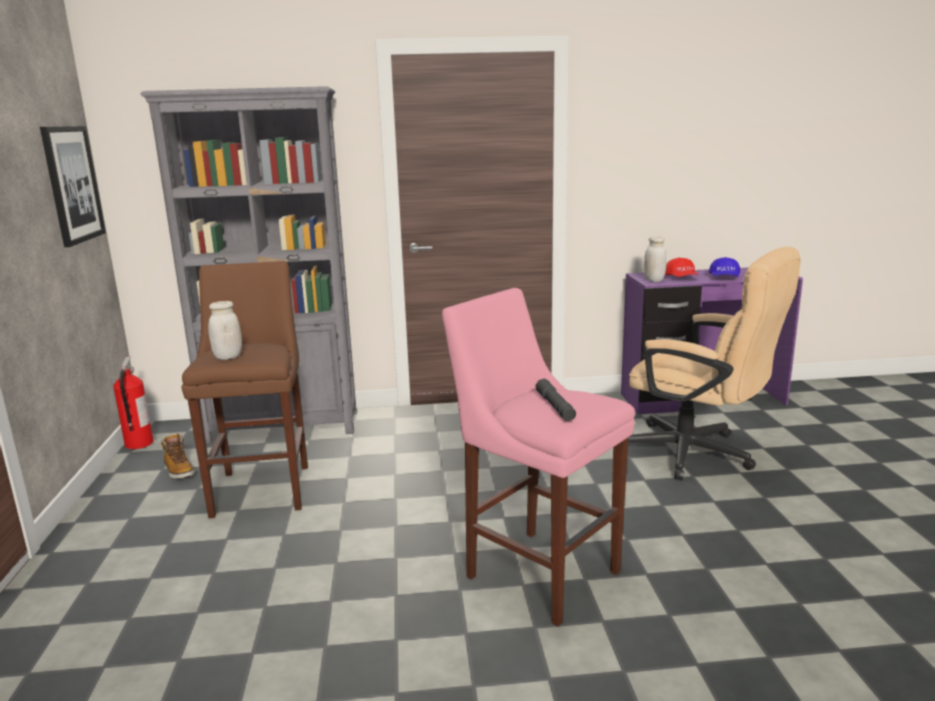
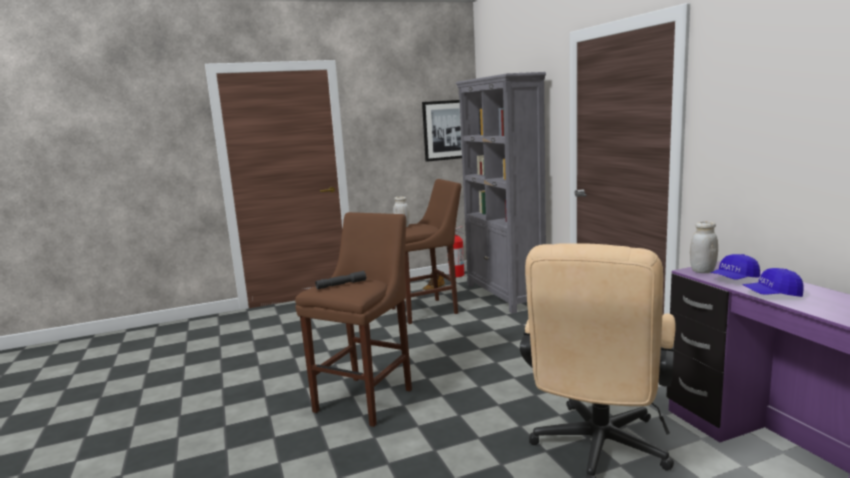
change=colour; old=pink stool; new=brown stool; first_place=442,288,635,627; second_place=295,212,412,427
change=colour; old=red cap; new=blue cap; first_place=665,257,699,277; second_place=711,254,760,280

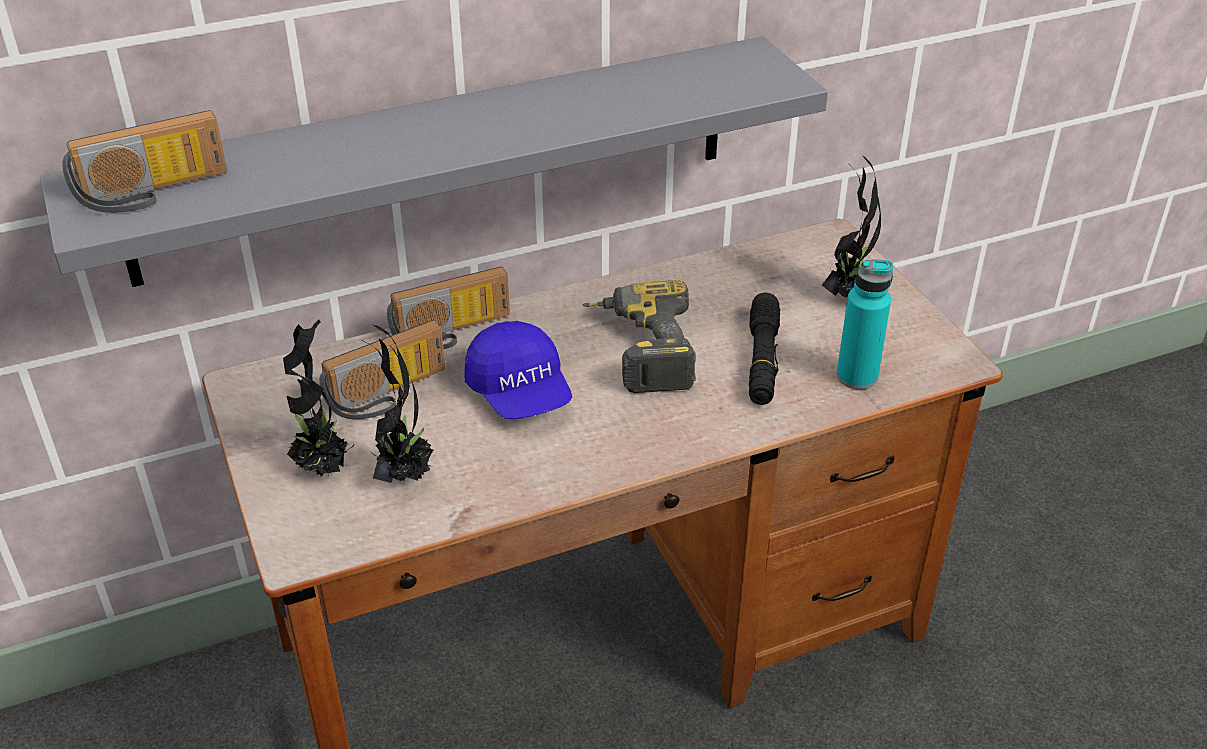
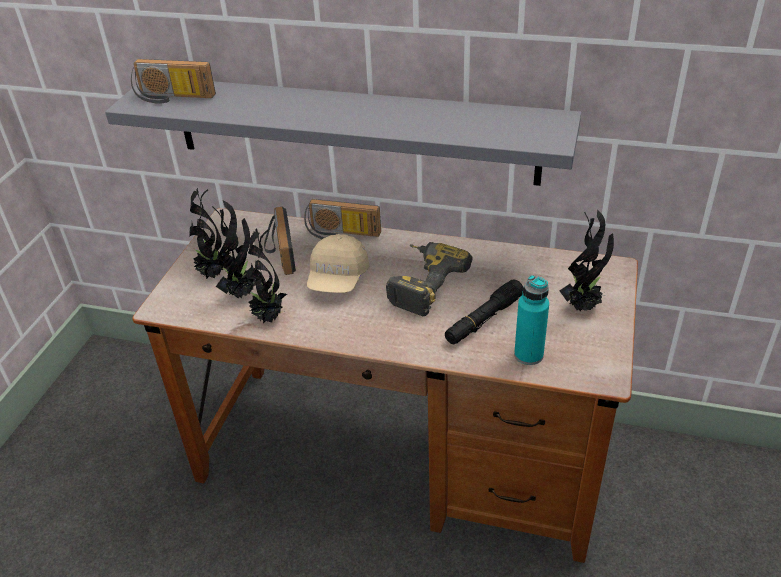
change=appeared; new=potted plant; second_place=247,228,287,324
change=colour; old=blue cap; new=beige cap; first_place=464,321,572,419; second_place=307,234,370,293
change=spun; old=radio; first_place=319,320,445,419; second_place=264,207,296,275; degrees=75

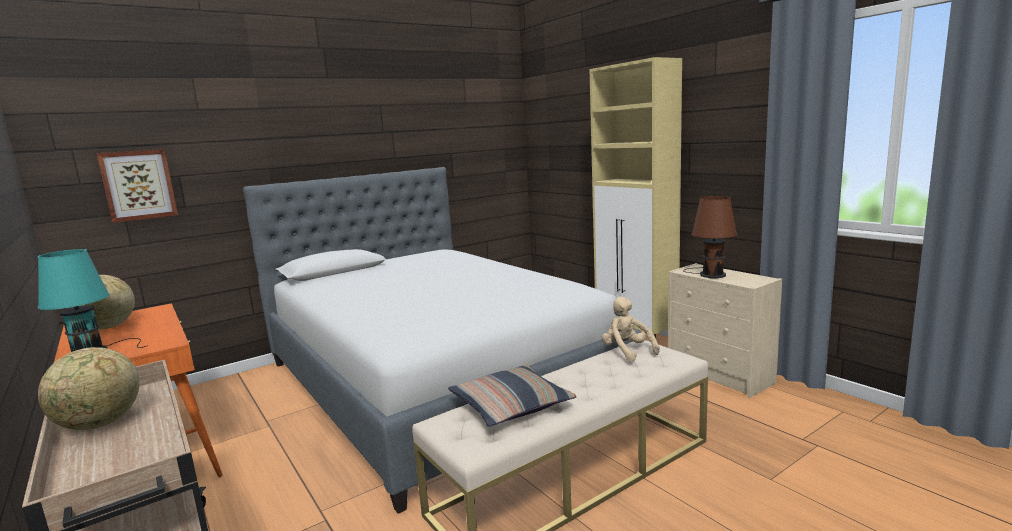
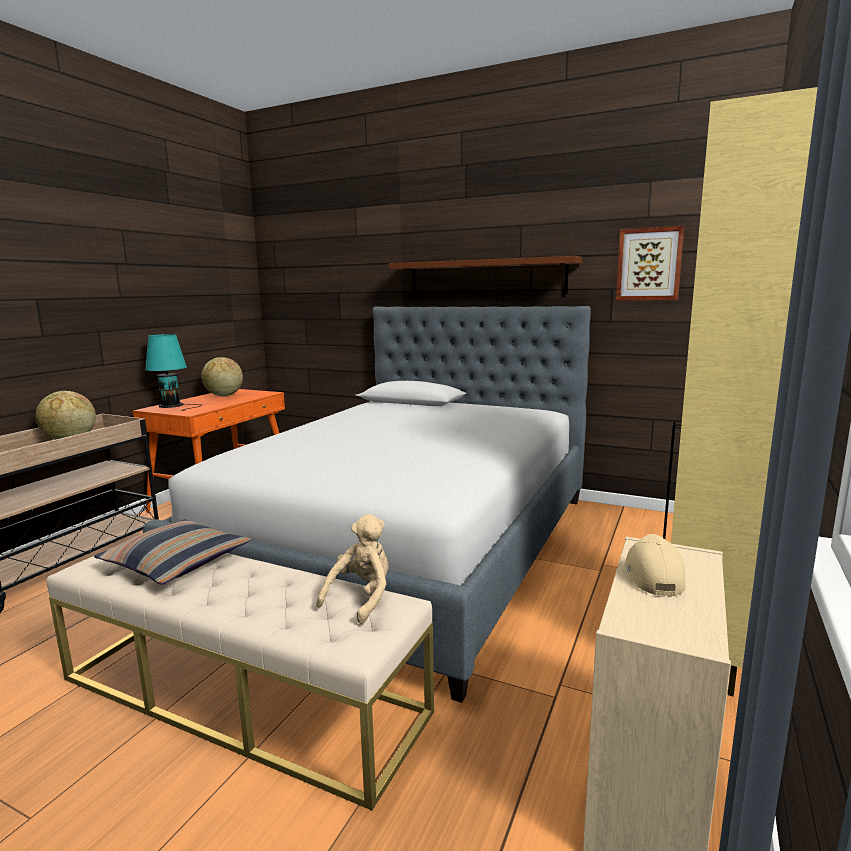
change=appeared; new=brown shelf; second_place=389,256,582,296
change=relocated; old=picture; first_place=96,149,178,223; second_place=616,226,684,301
change=exchanged; old=brown table lamp; new=beige cap; first_place=683,196,737,278; second_place=624,534,686,597

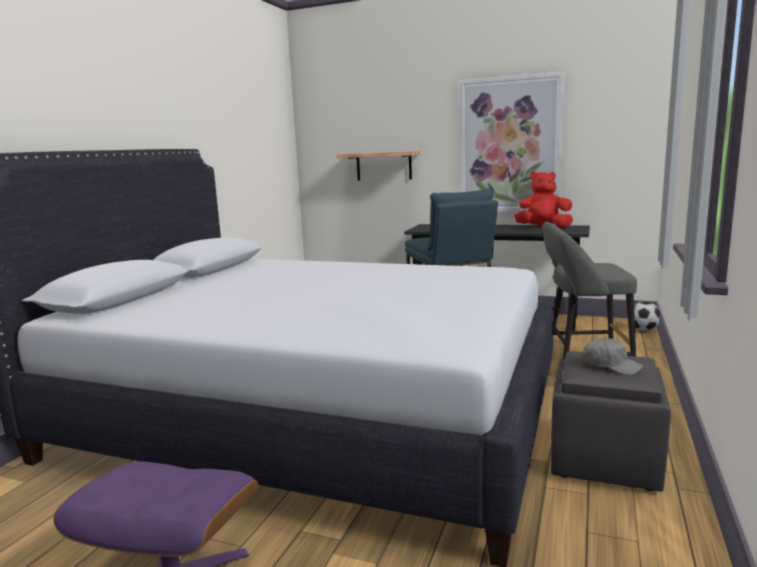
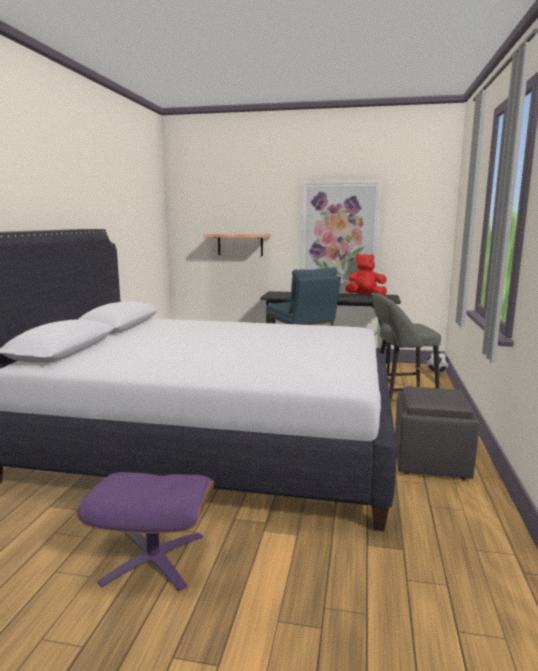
change=missing; old=grey cap; first_place=583,338,643,375

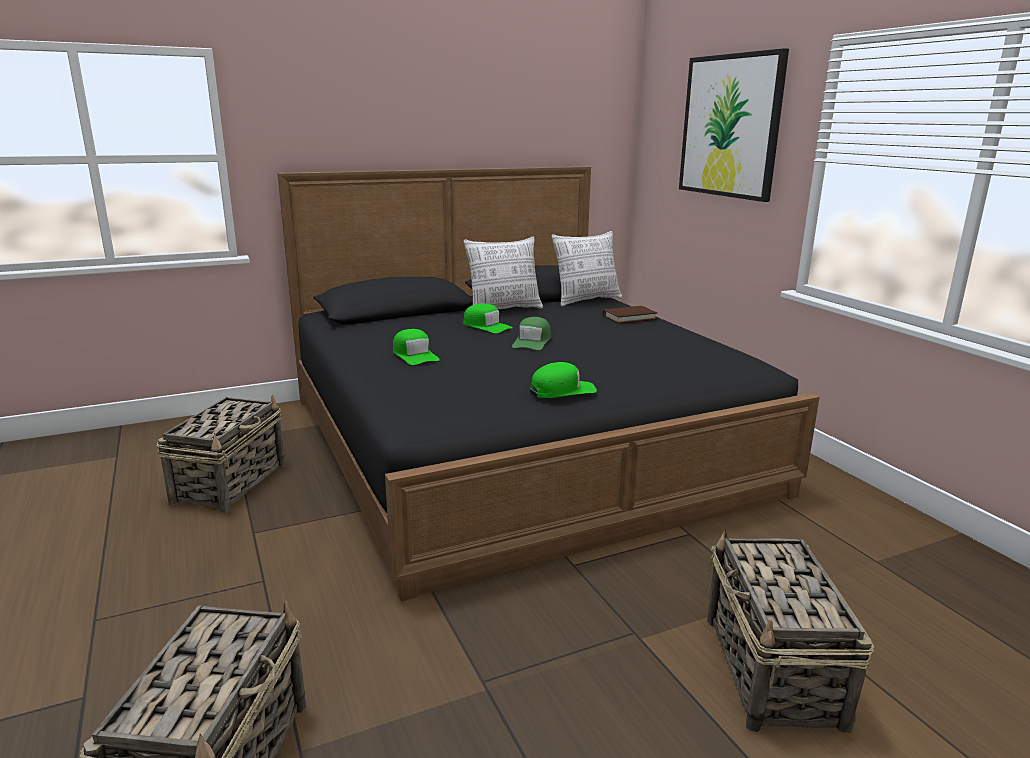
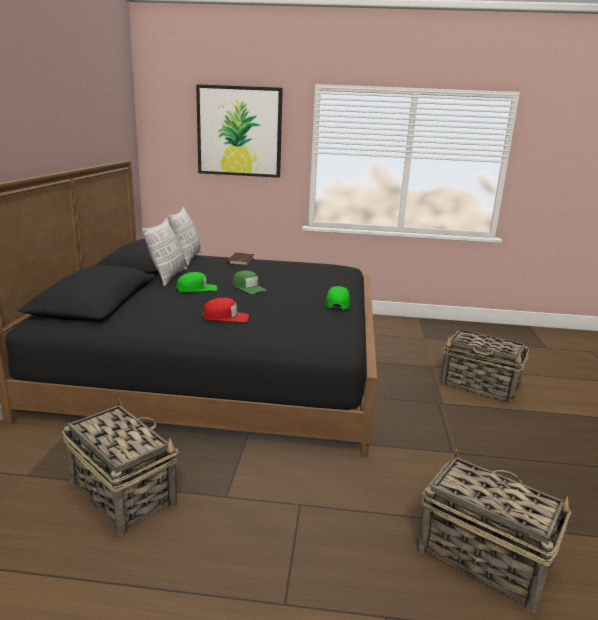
change=colour; old=green cap; new=red cap; first_place=393,329,440,365; second_place=202,298,249,322

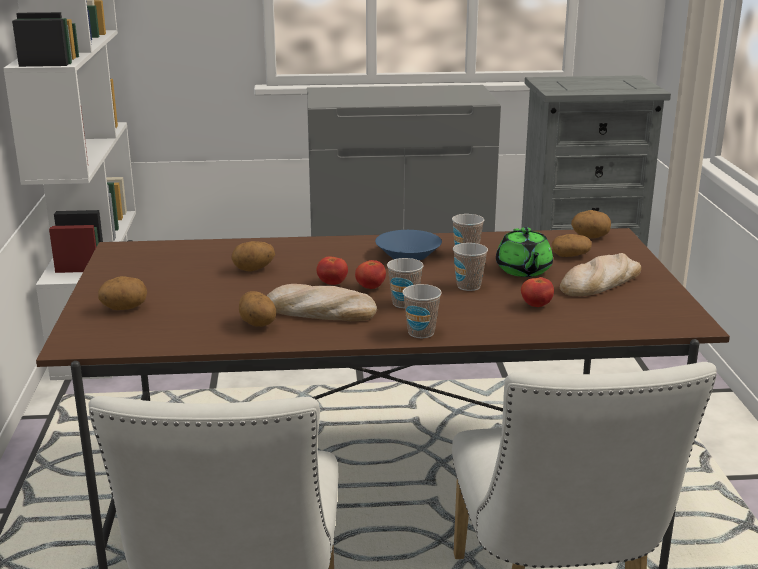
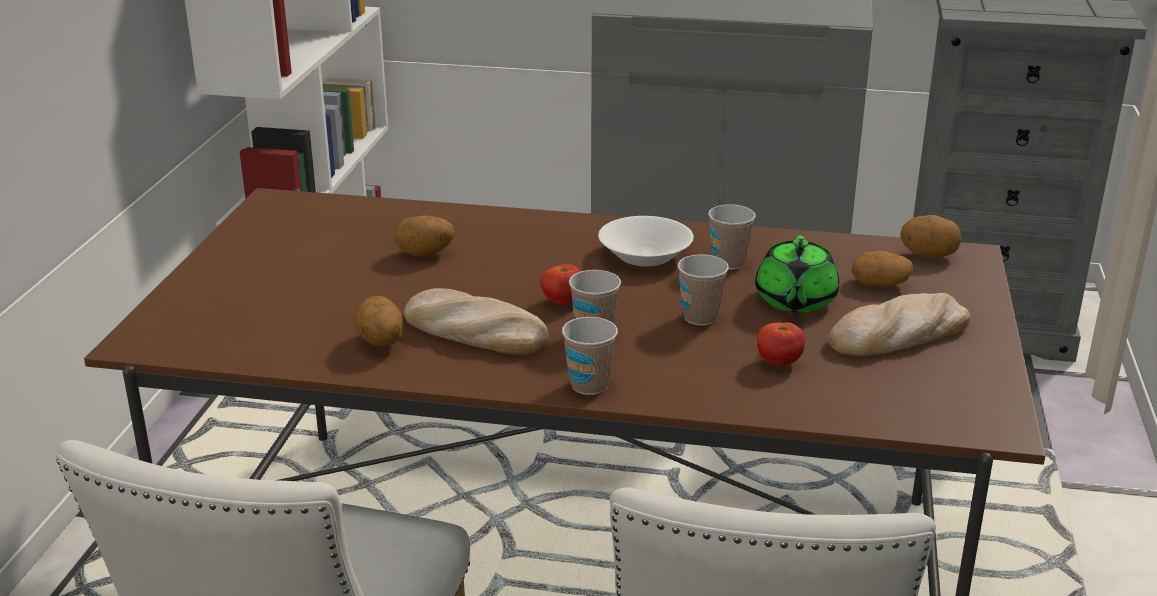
change=missing; old=potato; first_place=98,276,147,310
change=missing; old=tomato; first_place=316,257,348,285
change=colour; old=blue bowl; new=white bowl; first_place=375,230,442,261; second_place=598,216,694,266

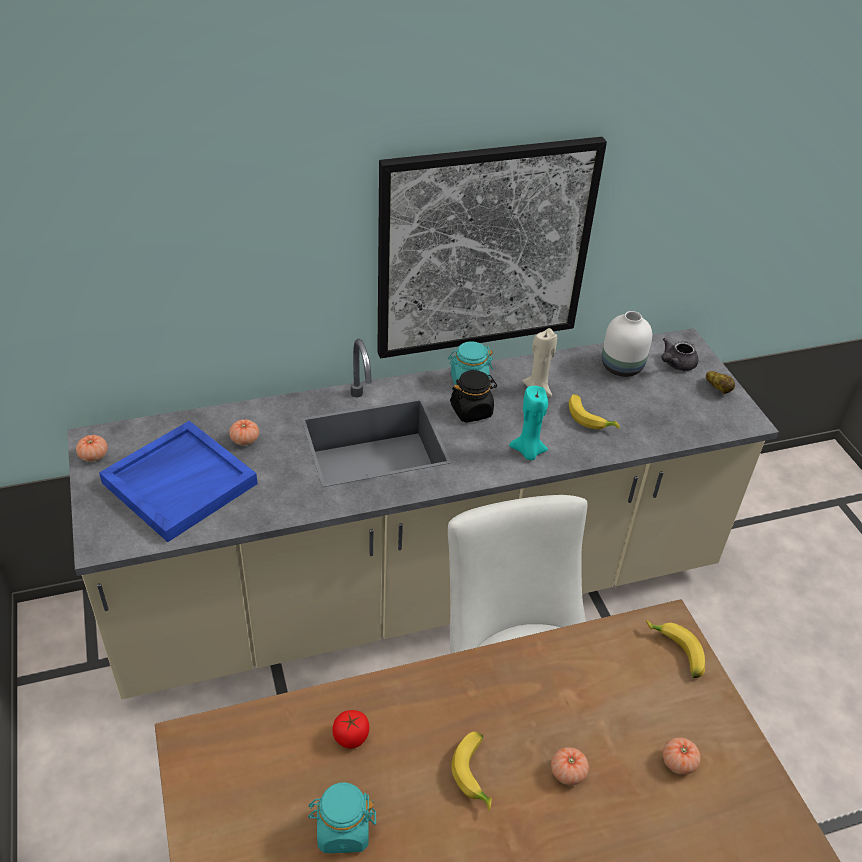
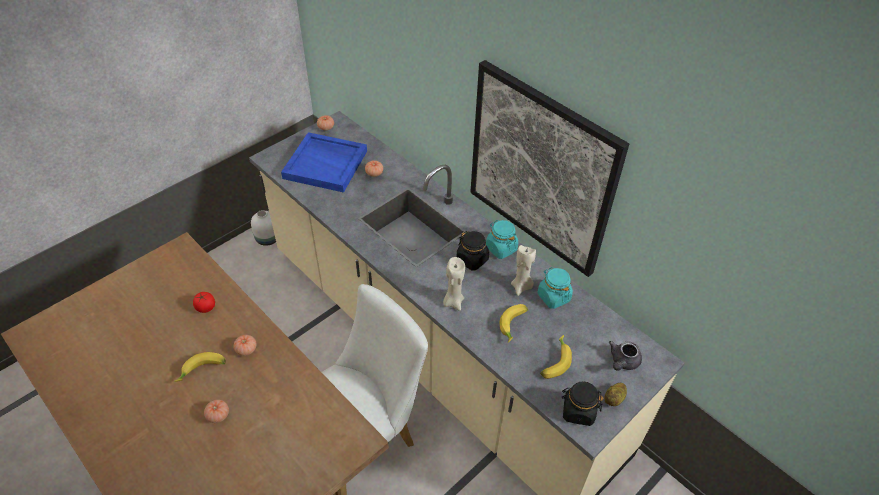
change=appeared; new=black jar; second_place=562,381,604,426
change=relocated; old=turquoise jar; first_place=308,782,376,853; second_place=538,267,573,309
change=relocated; old=white vase; first_place=602,311,652,377; second_place=251,210,276,246
change=relocated; old=banana; first_place=646,620,705,678; second_place=540,335,572,379
change=relocated; old=tomato; first_place=663,737,701,775; second_place=233,335,257,356
change=colour; old=turquoise candle; new=beige candle; first_place=509,386,548,460; second_place=443,257,465,311
change=spun; old=grey teapot; first_place=661,338,698,371; second_place=609,341,642,370; degrees=-75

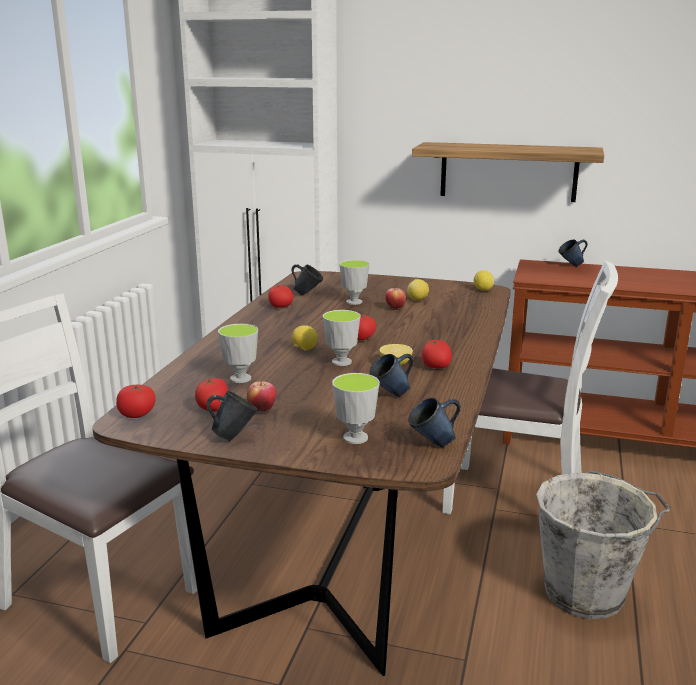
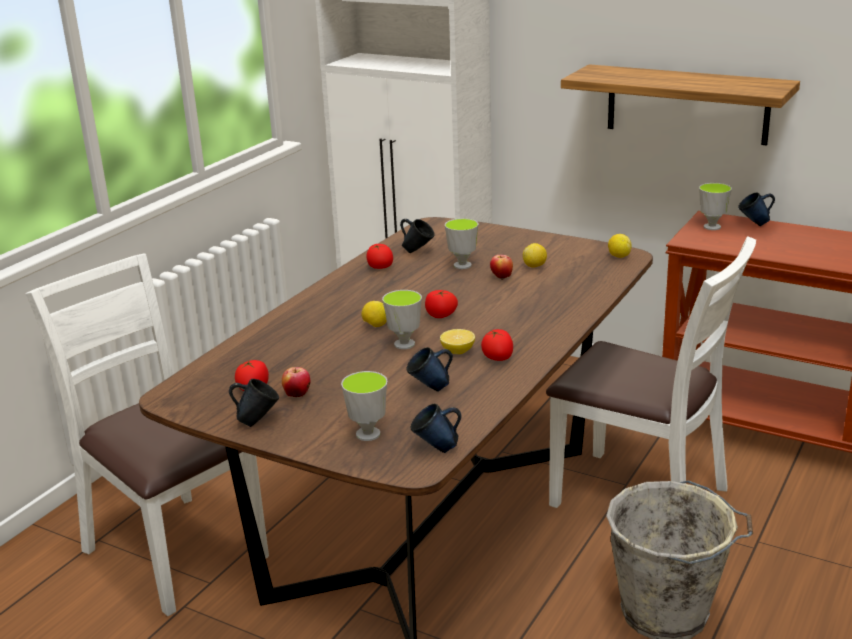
change=missing; old=tomato; first_place=116,385,156,418
change=relocated; old=cup; first_place=218,324,258,383; second_place=699,183,732,230

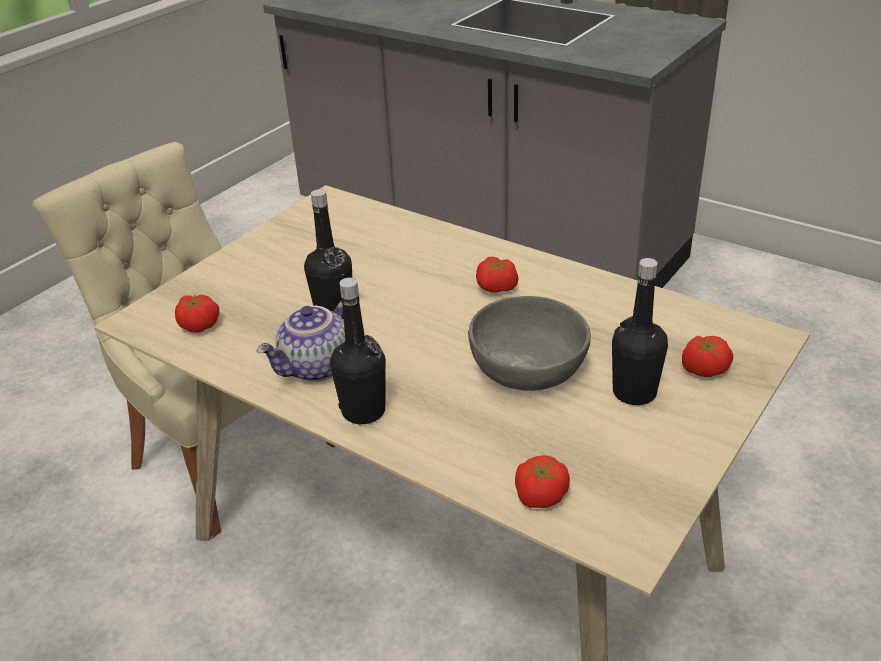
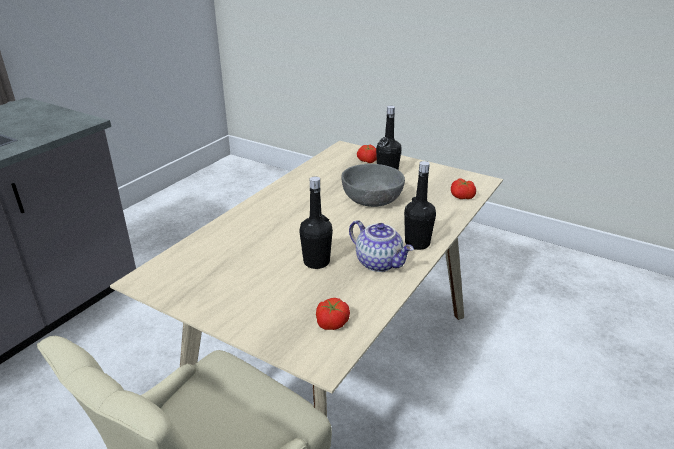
change=missing; old=tomato; first_place=476,256,518,293

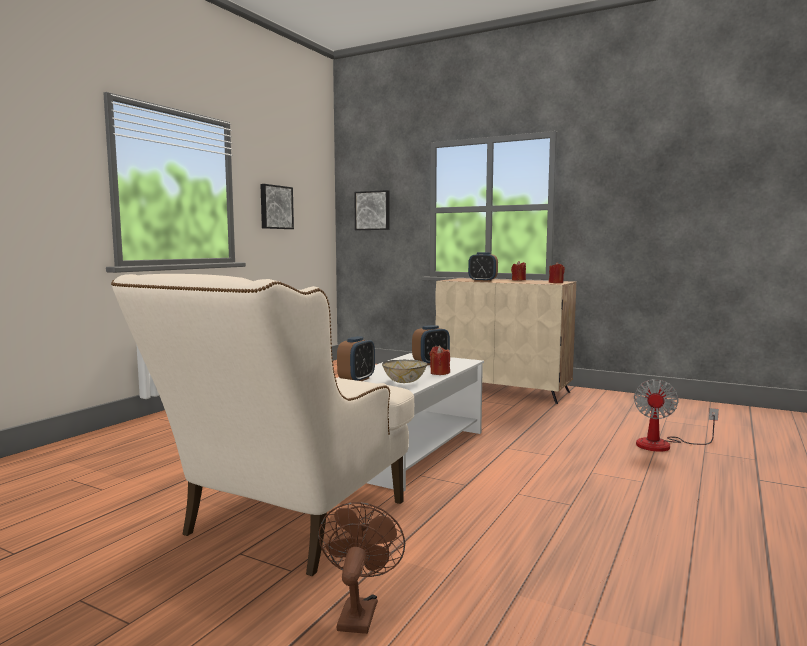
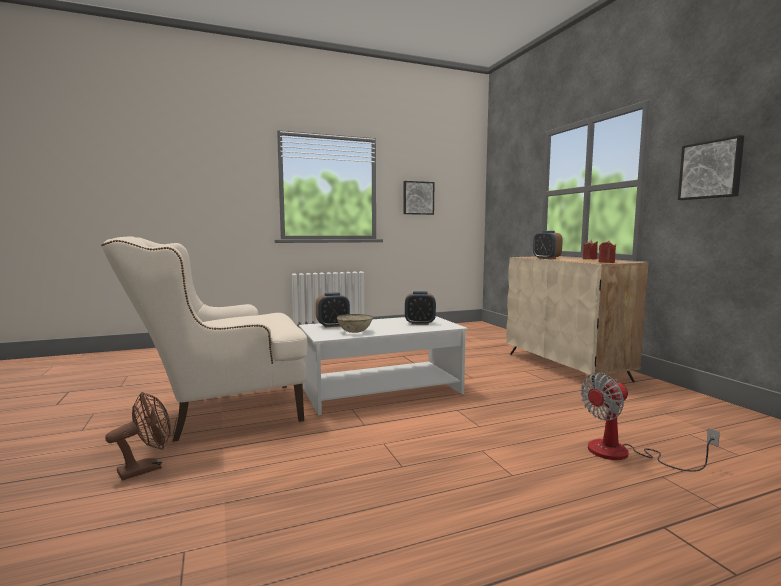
change=missing; old=red candle; first_place=429,346,450,375
change=relocated; old=picture; first_place=354,190,390,230; second_place=678,135,744,200

